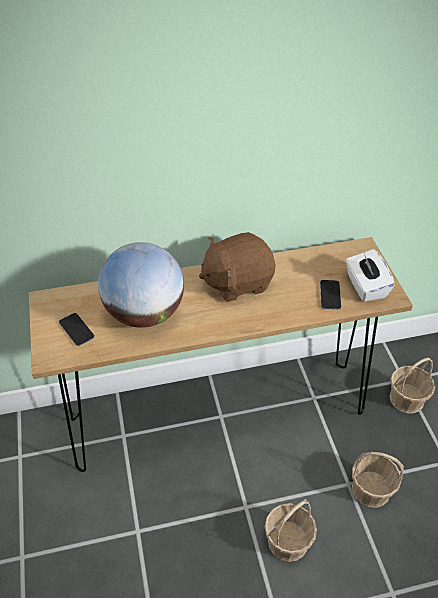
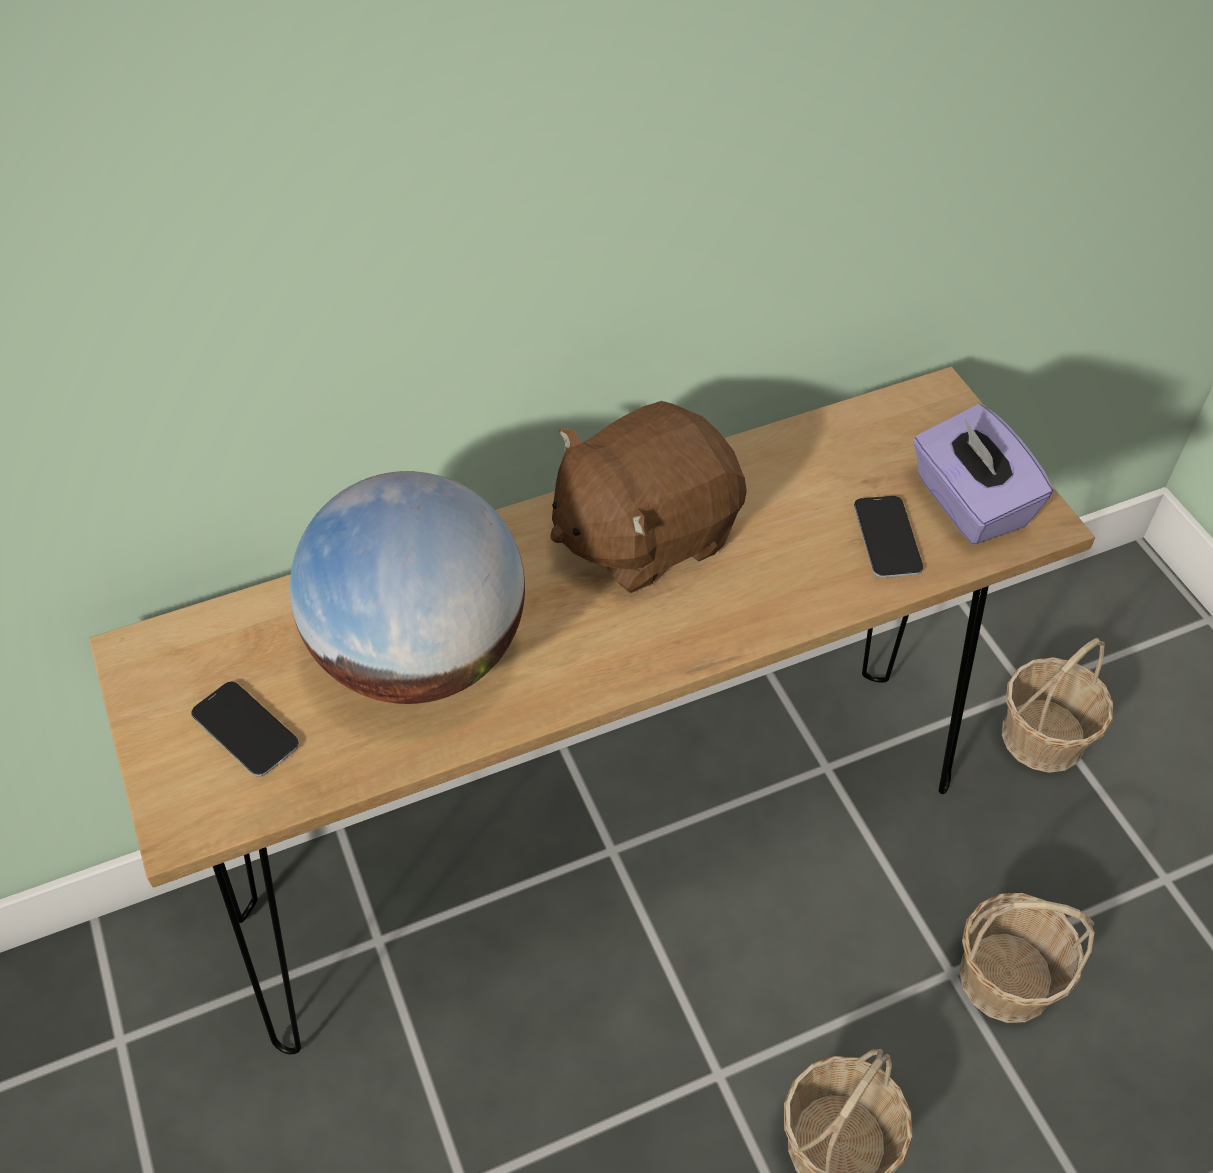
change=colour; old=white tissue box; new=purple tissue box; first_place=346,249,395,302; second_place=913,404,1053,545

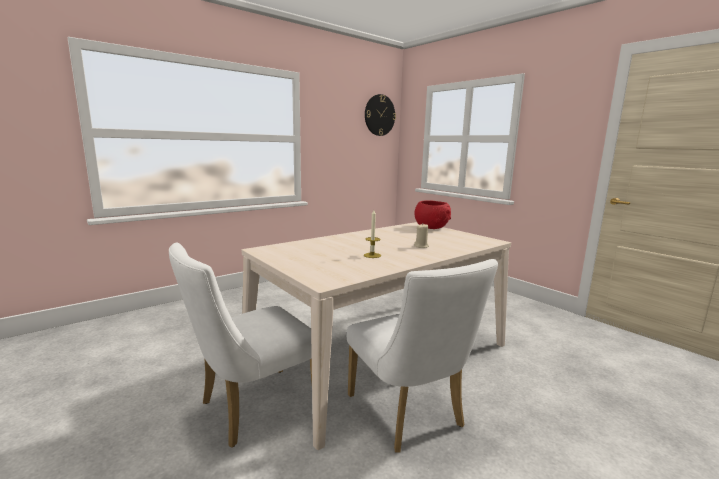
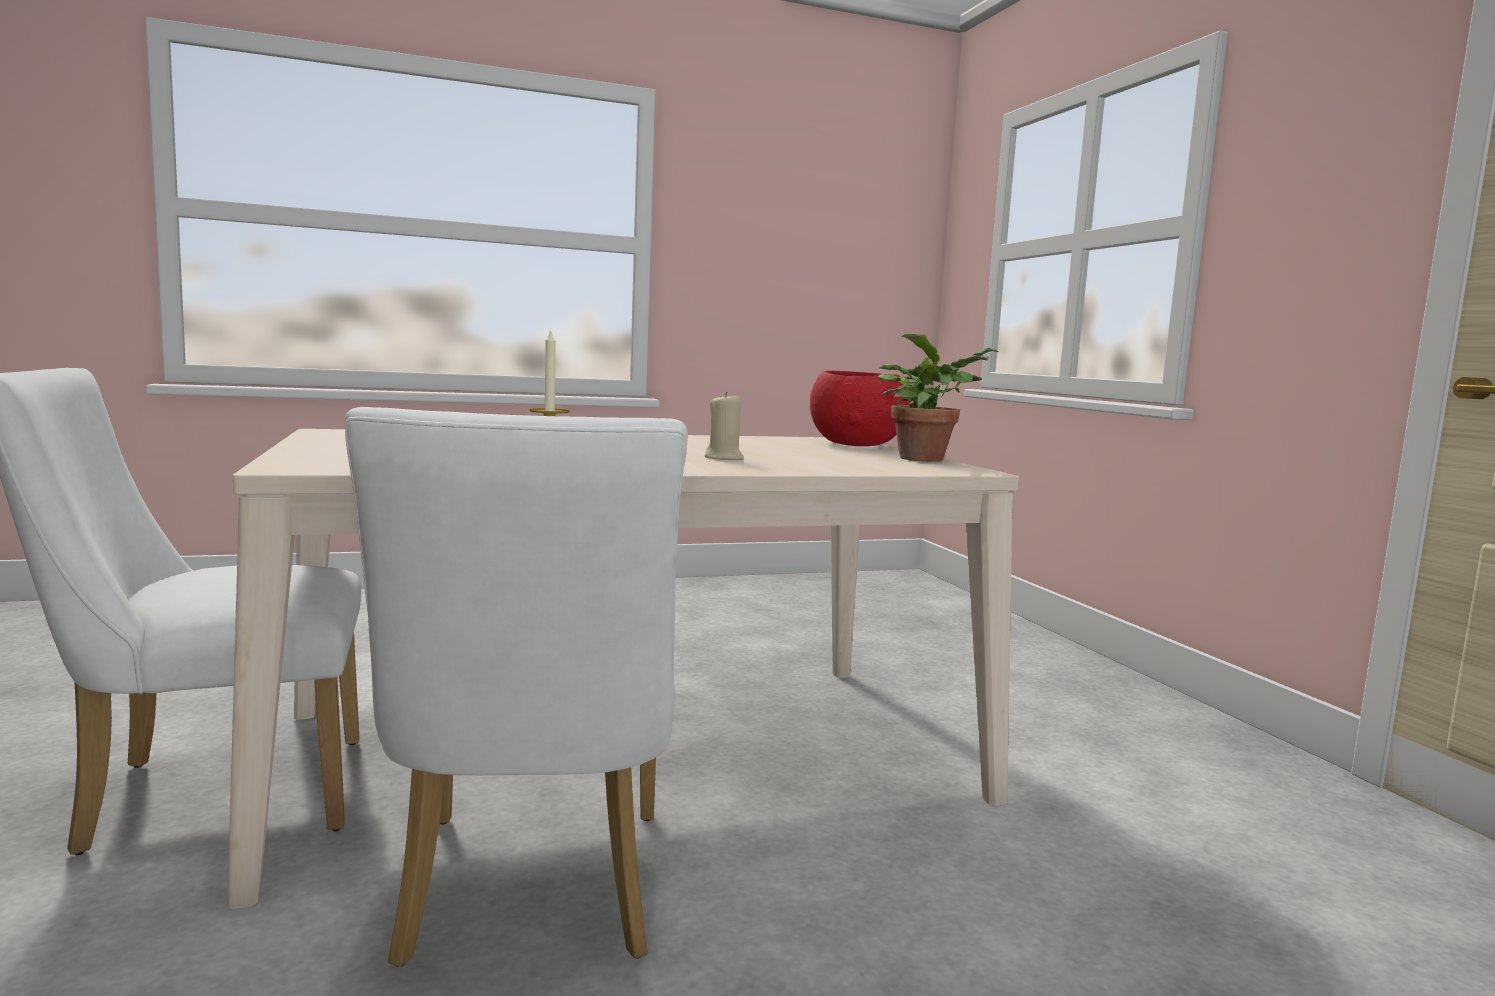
change=missing; old=wall clock; first_place=365,94,396,136
change=appeared; new=potted plant; second_place=877,334,998,462

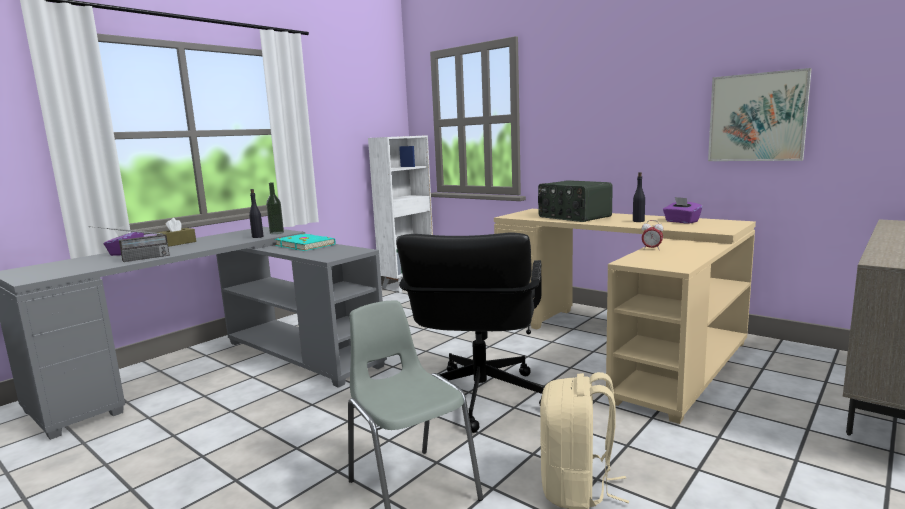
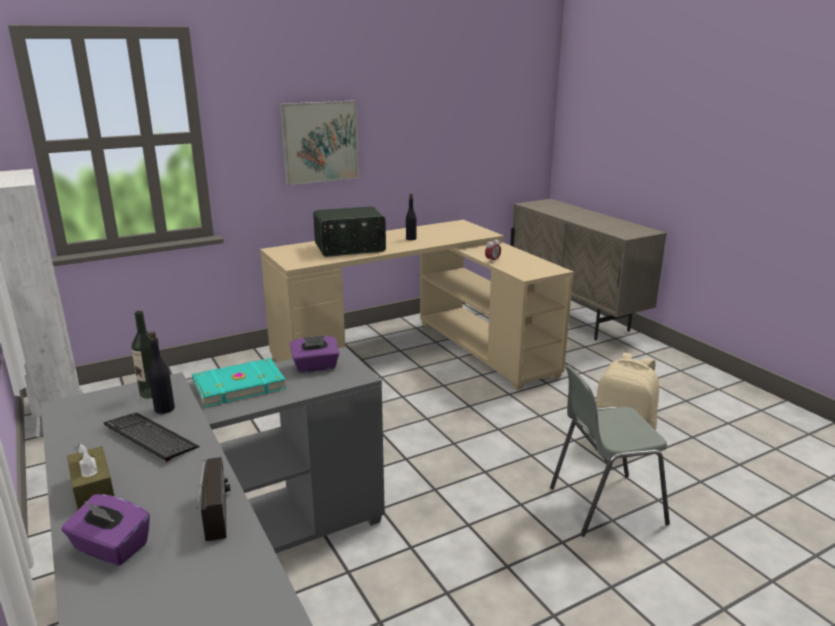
change=missing; old=black office chair; first_place=396,233,544,433
change=appeared; new=keyboard; second_place=104,413,200,462
change=relocated; old=purple tissue box; first_place=663,197,702,224; second_place=290,336,339,373
change=relocated; old=picture; first_place=708,68,812,161; second_place=280,100,359,186

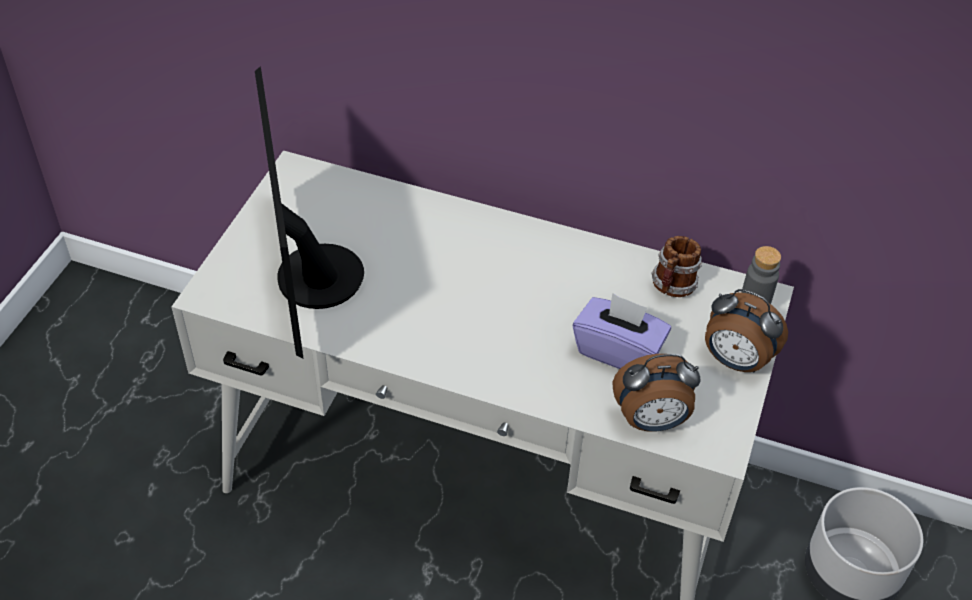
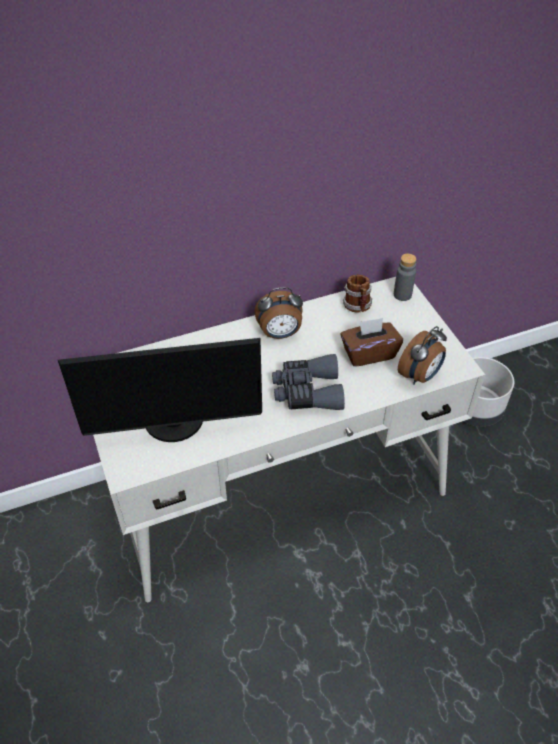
change=appeared; new=grey binoculars; second_place=272,354,345,410
change=relocated; old=alarm clock; first_place=705,289,788,372; second_place=254,287,303,339
change=colour; old=purple tissue box; new=brown tissue box; first_place=573,293,671,369; second_place=340,318,403,367
change=spun; old=monitor; first_place=255,66,364,359; second_place=58,338,262,442; degrees=-45

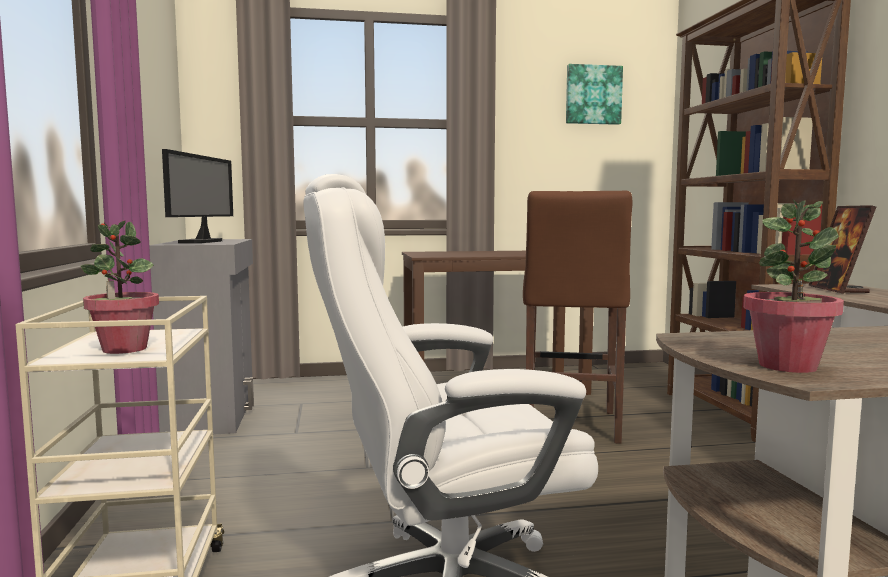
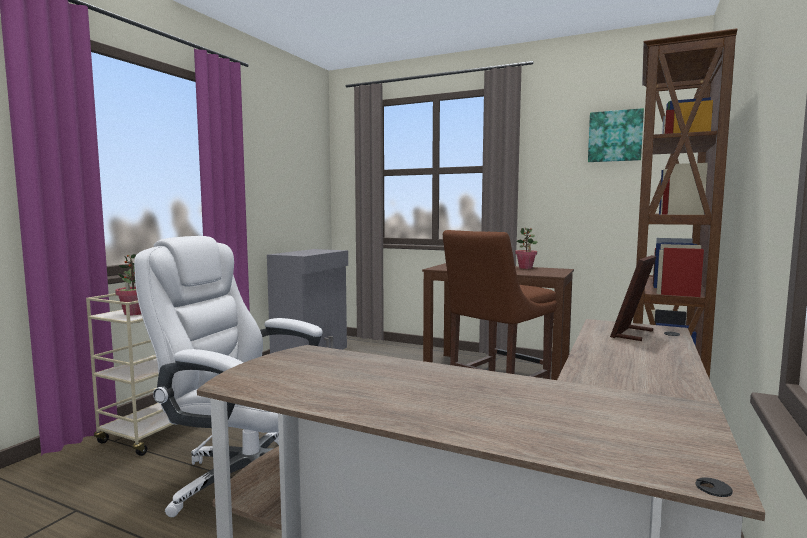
change=missing; old=monitor; first_place=162,149,233,243
change=relocated; old=potted plant; first_place=743,200,844,373; second_place=515,227,538,269

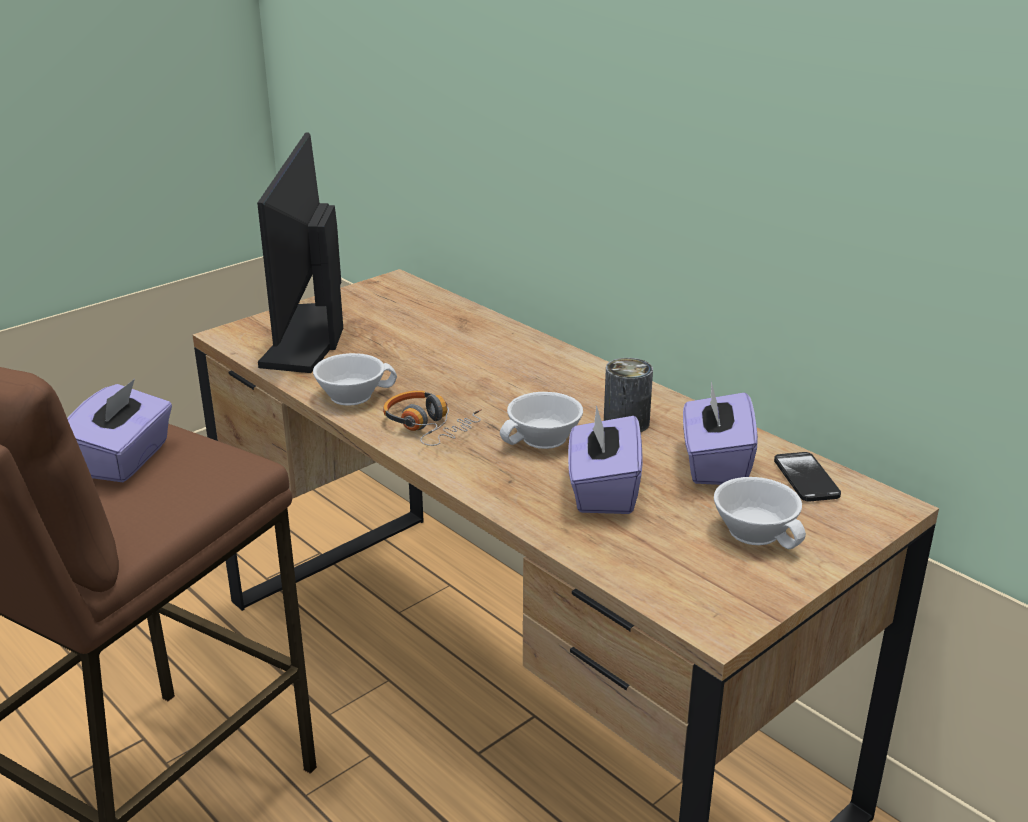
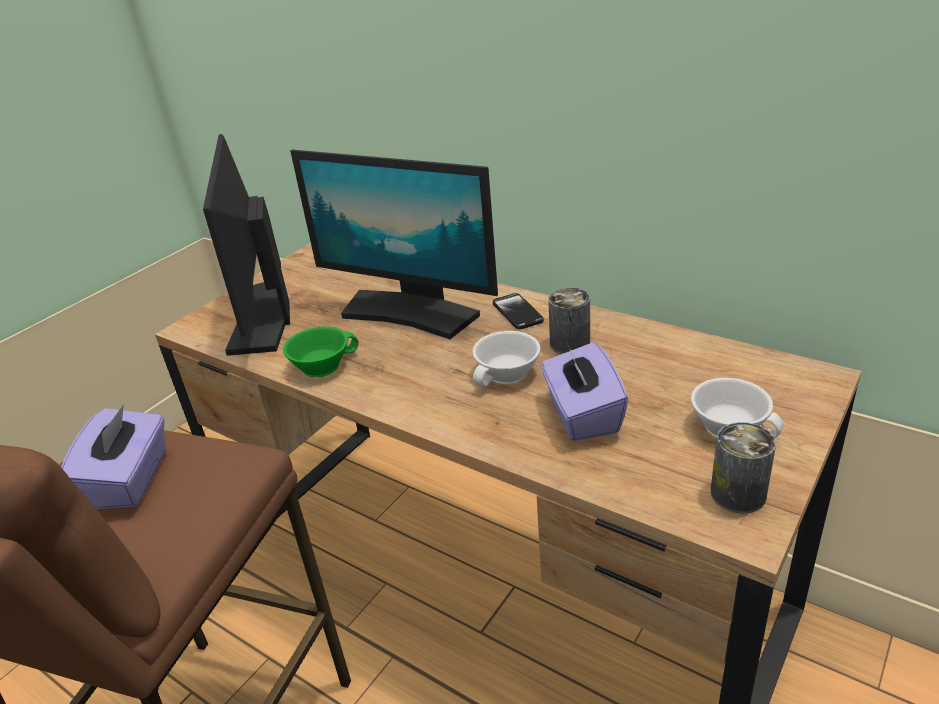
change=missing; old=headphones; first_place=383,391,482,446
change=missing; old=purple tissue box; first_place=683,382,758,485
change=appeared; new=monitor; second_place=290,150,498,339
change=appeared; new=can; second_place=711,422,776,514
change=relocated; old=phone; first_place=774,452,841,502; second_place=493,293,544,329
change=colour; old=white cup; new=green cup; first_place=313,353,397,406; second_place=283,327,359,377

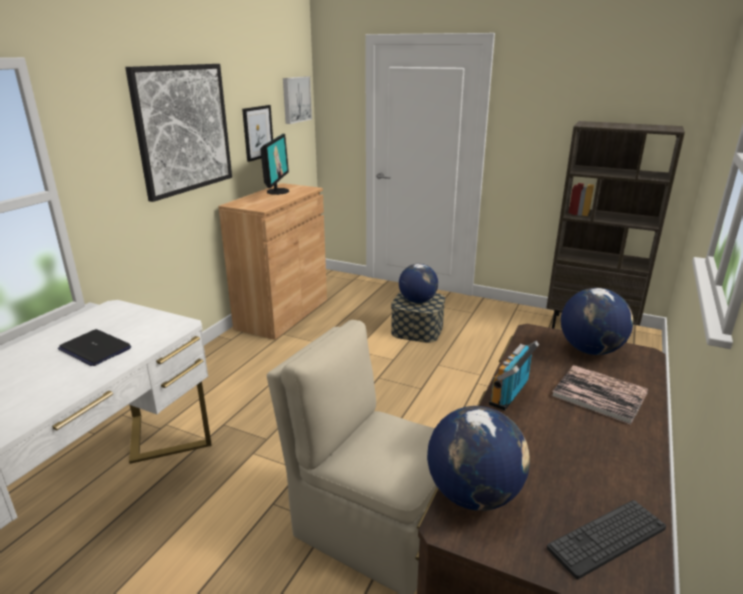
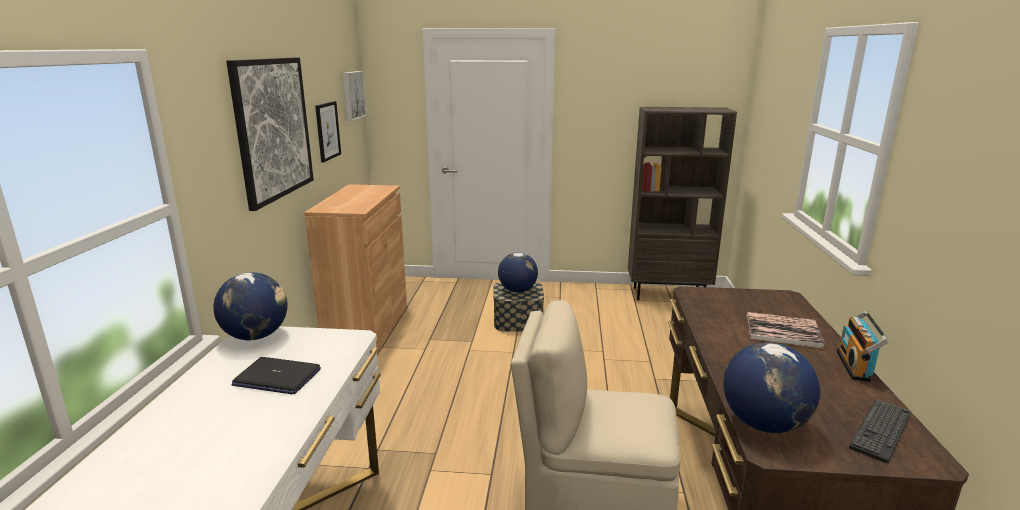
change=missing; old=monitor; first_place=260,134,289,195
change=relocated; old=radio; first_place=489,341,539,411; second_place=836,311,889,382
change=relocated; old=globe; first_place=561,288,633,355; second_place=214,272,288,340

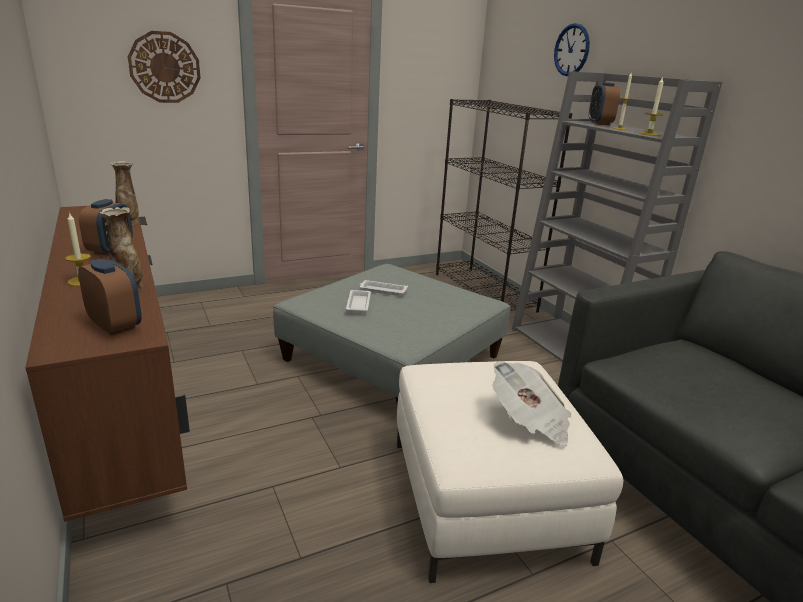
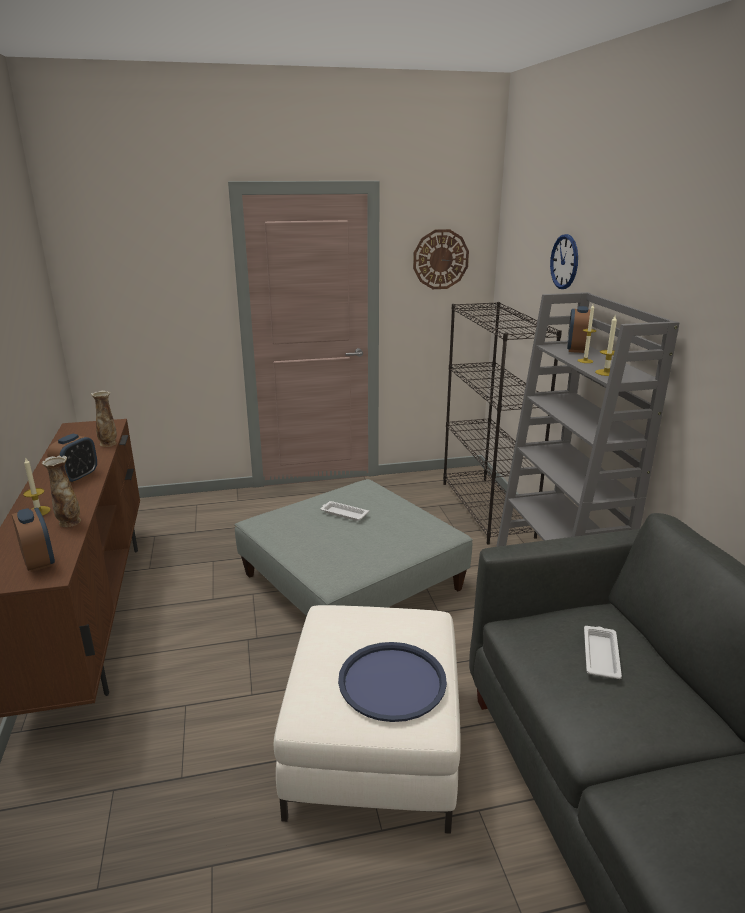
change=relocated; old=wall clock; first_place=128,31,201,103; second_place=413,229,469,289
change=relocated; old=white tray; first_place=346,290,371,313; second_place=584,626,622,679
change=exchanged; old=newspaper; new=blue tray; first_place=492,361,571,446; second_place=338,642,447,722

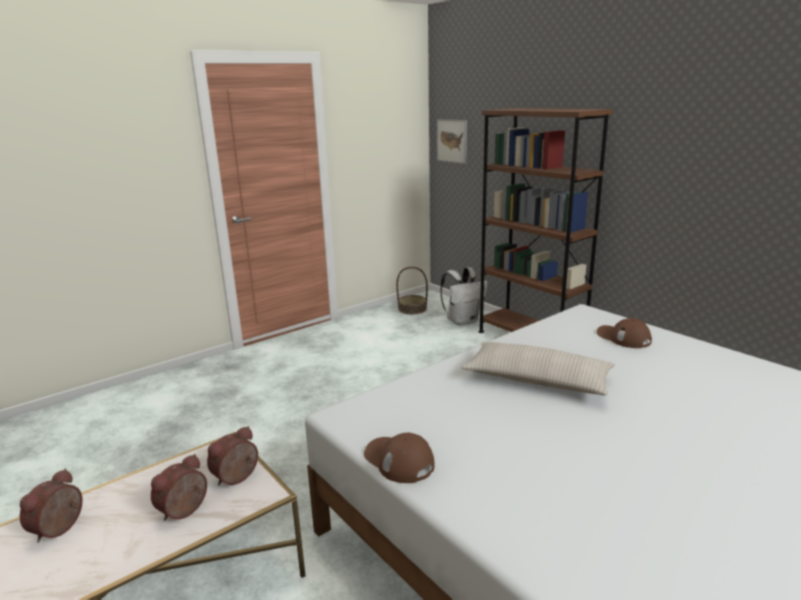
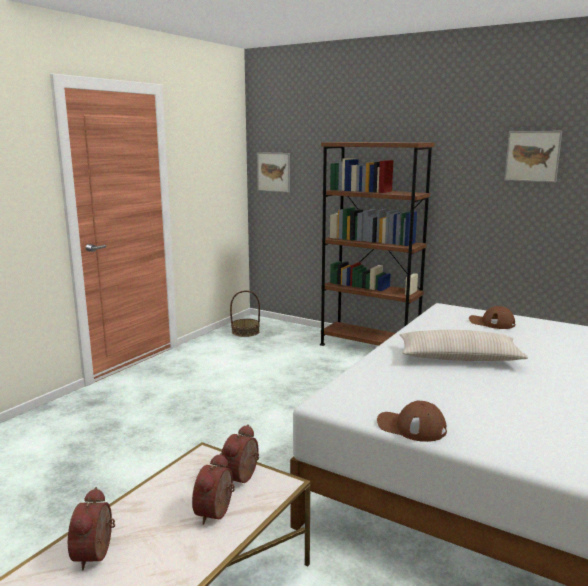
change=missing; old=white backpack; first_place=440,267,488,326
change=appeared; new=picture; second_place=504,131,562,182

